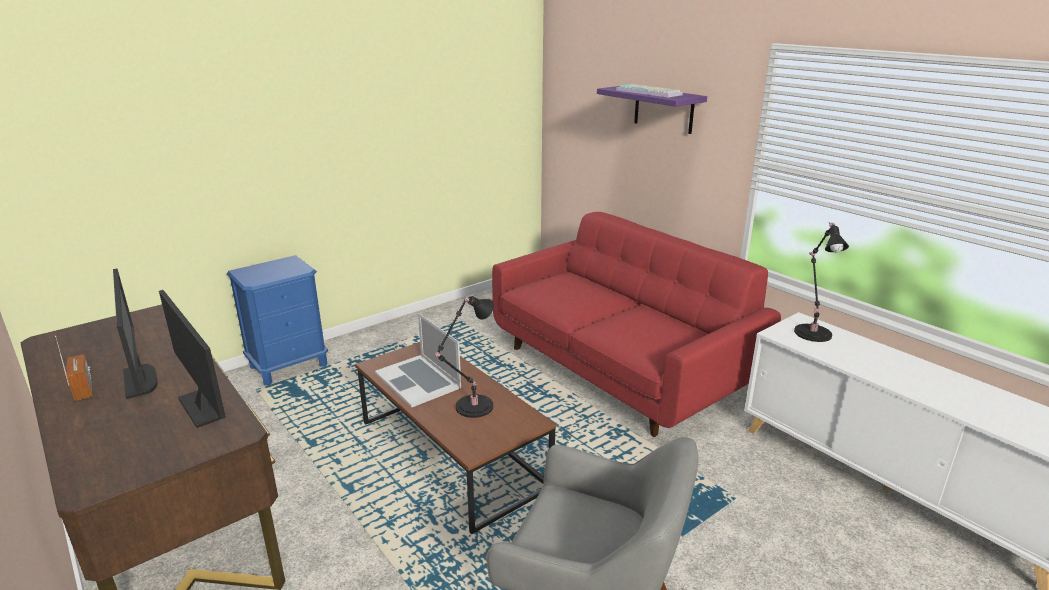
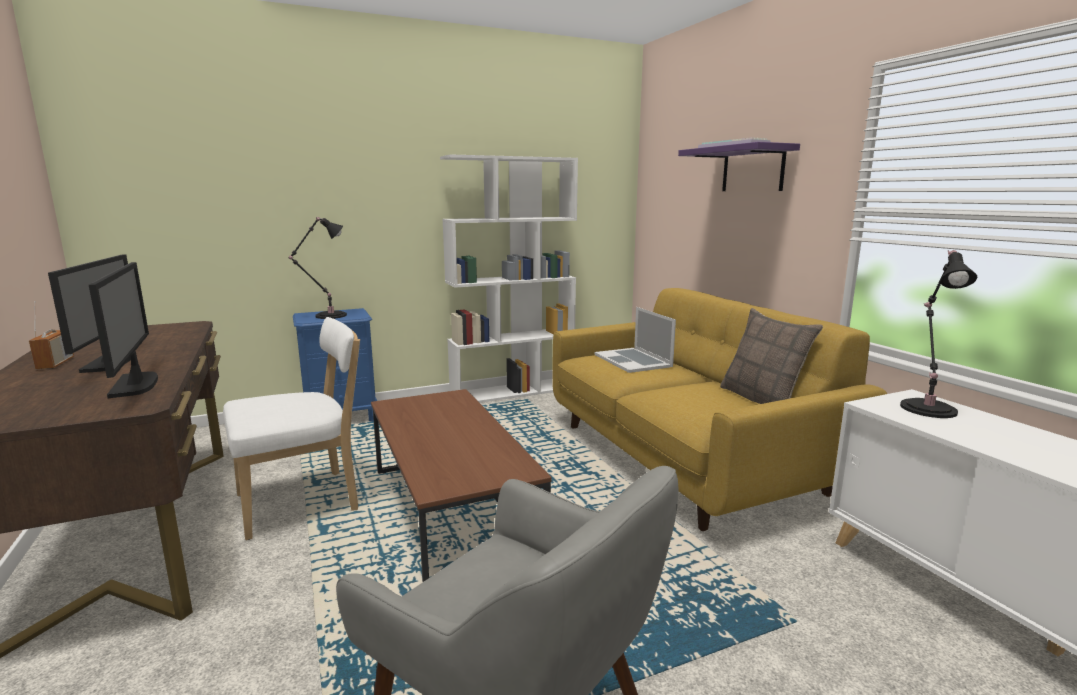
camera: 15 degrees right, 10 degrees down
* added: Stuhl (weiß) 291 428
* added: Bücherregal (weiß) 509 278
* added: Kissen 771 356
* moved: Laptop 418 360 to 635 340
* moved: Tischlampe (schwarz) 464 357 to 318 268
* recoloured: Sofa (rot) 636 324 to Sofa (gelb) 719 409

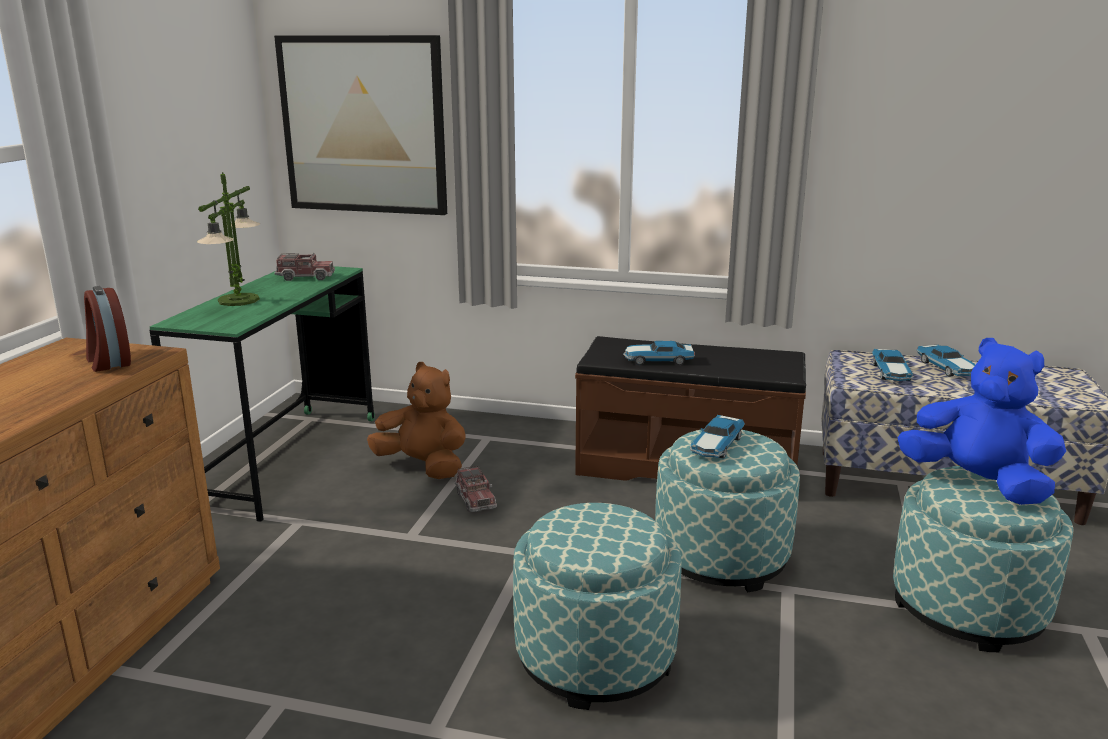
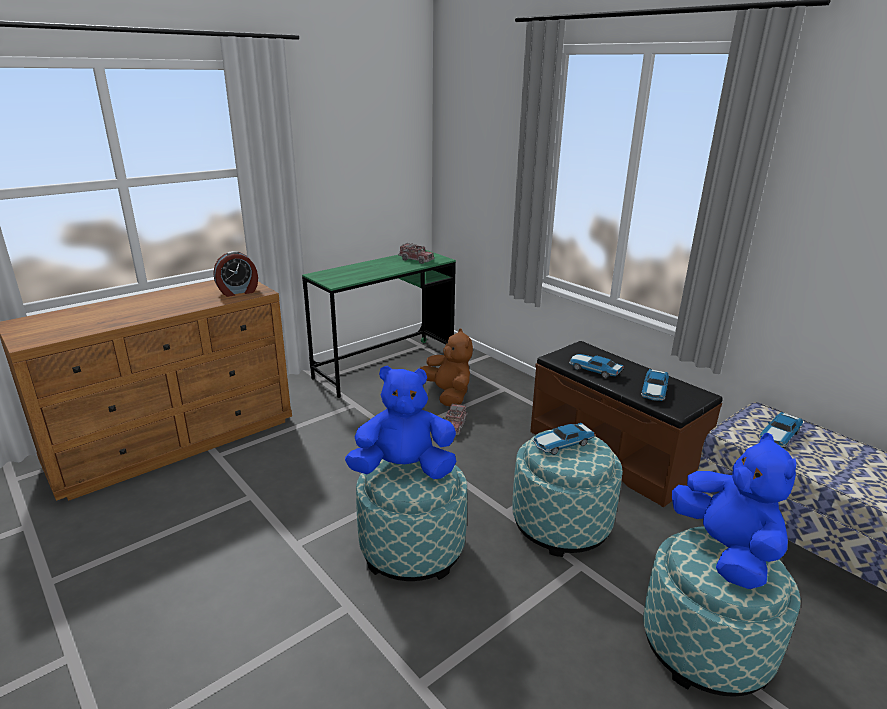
camera: 35 degrees right, 5 degrees up
* removed: Tischlampe 228 239
* removed: Bild 360 125
* added: Plüschtier (blau) 400 422
* moved: Spielzeugauto 946 361 to 655 385
* turned: Wecker 107 329 = 235 274 120 degrees counterclockwise

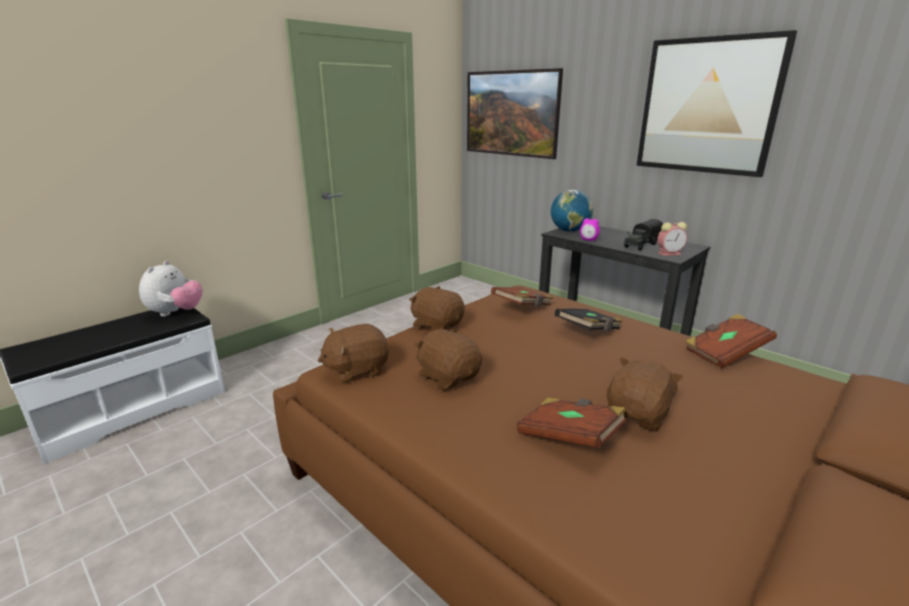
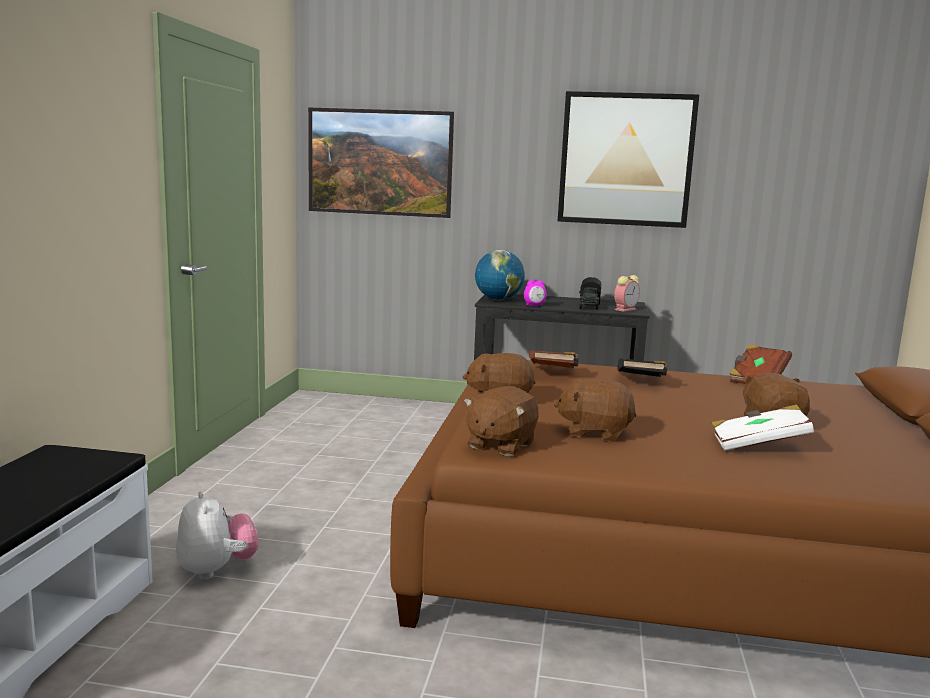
camera: 35 degrees left, 10 degrees down
* moved: Plüschtier 171 288 to 217 535
* recoloured: Buch (braun) 572 423 to Buch (weiß) 762 428

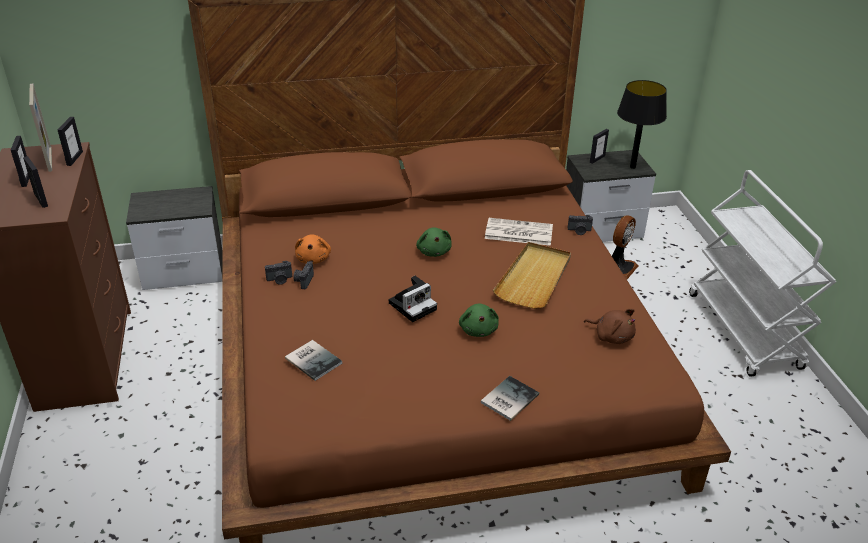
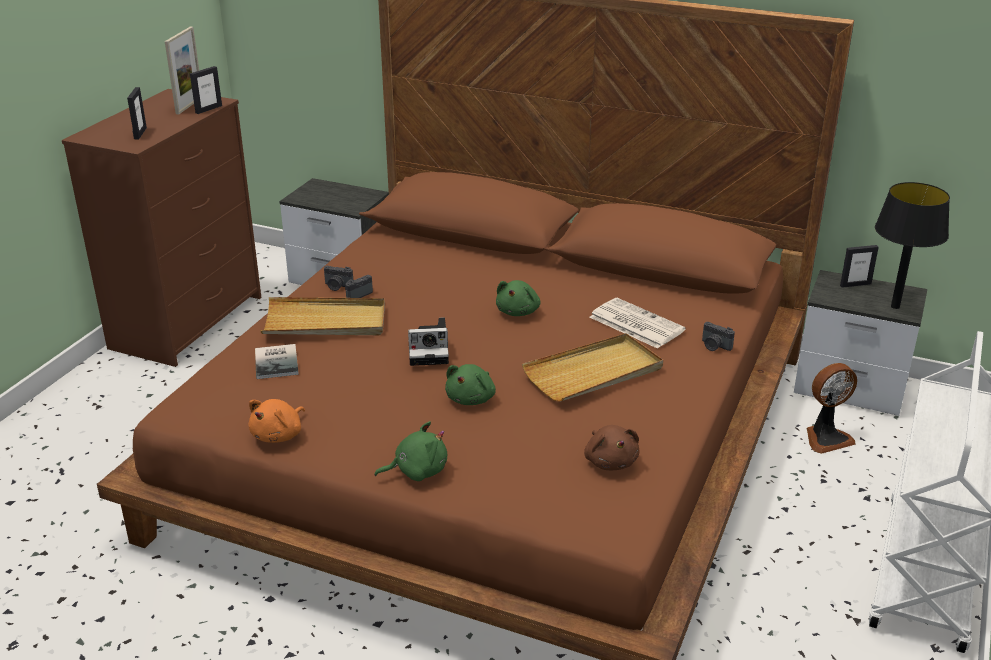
camera: 35 degrees right, 5 degrees down
* removed: Bilderrahmen 20 161
* added: Tablett (beige) 322 316
* moved: Plüschtier (orange) 313 249 to 277 421
* replaced: Buch 510 398 to Plüschtier (grün) 410 451

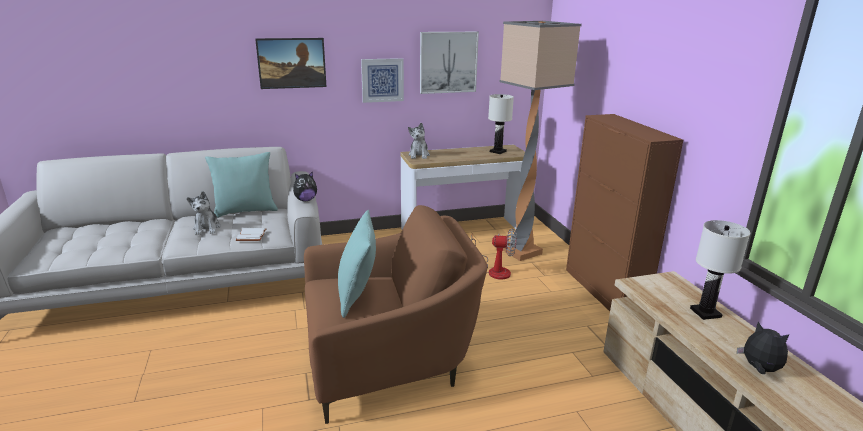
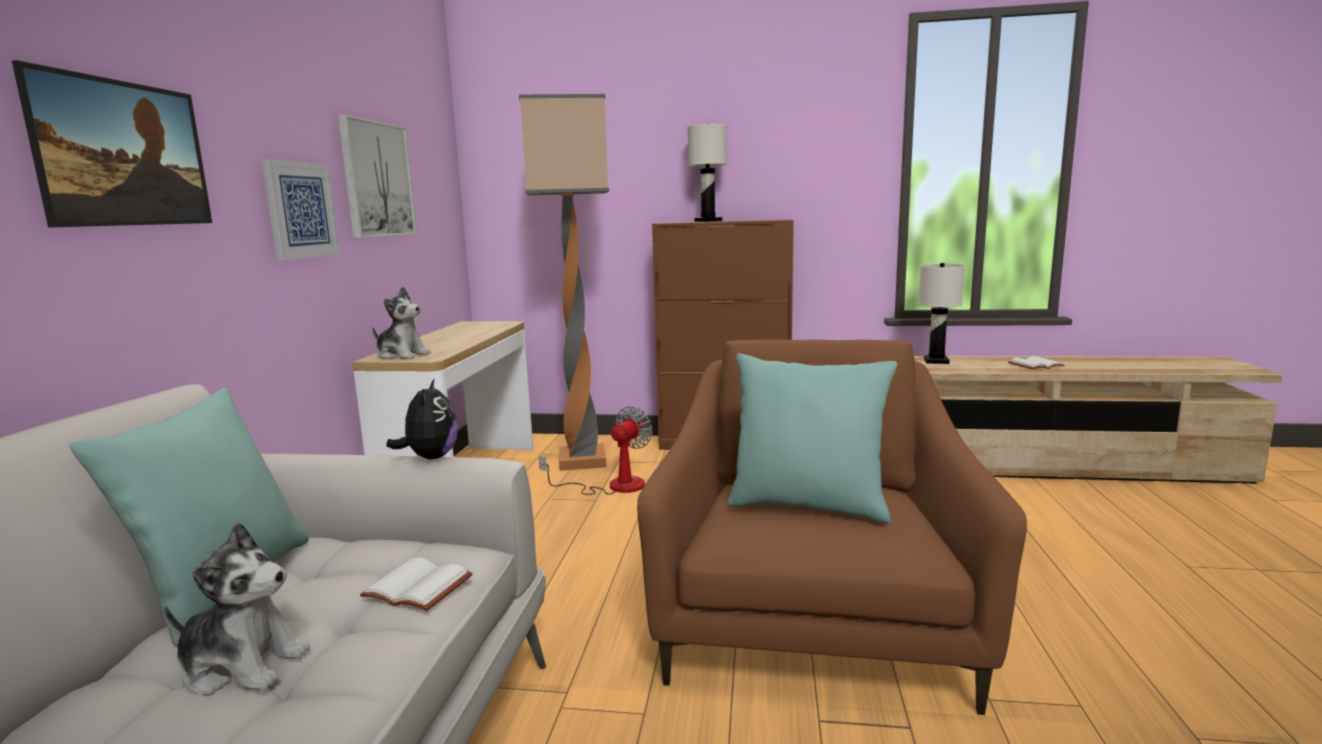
camera: 65 degrees left, 10 degrees down
* moved: Tischlampe (weiß) 501 124 to 707 173
* replaced: Plüschtier 763 348 to Buch (weiß) 1036 362

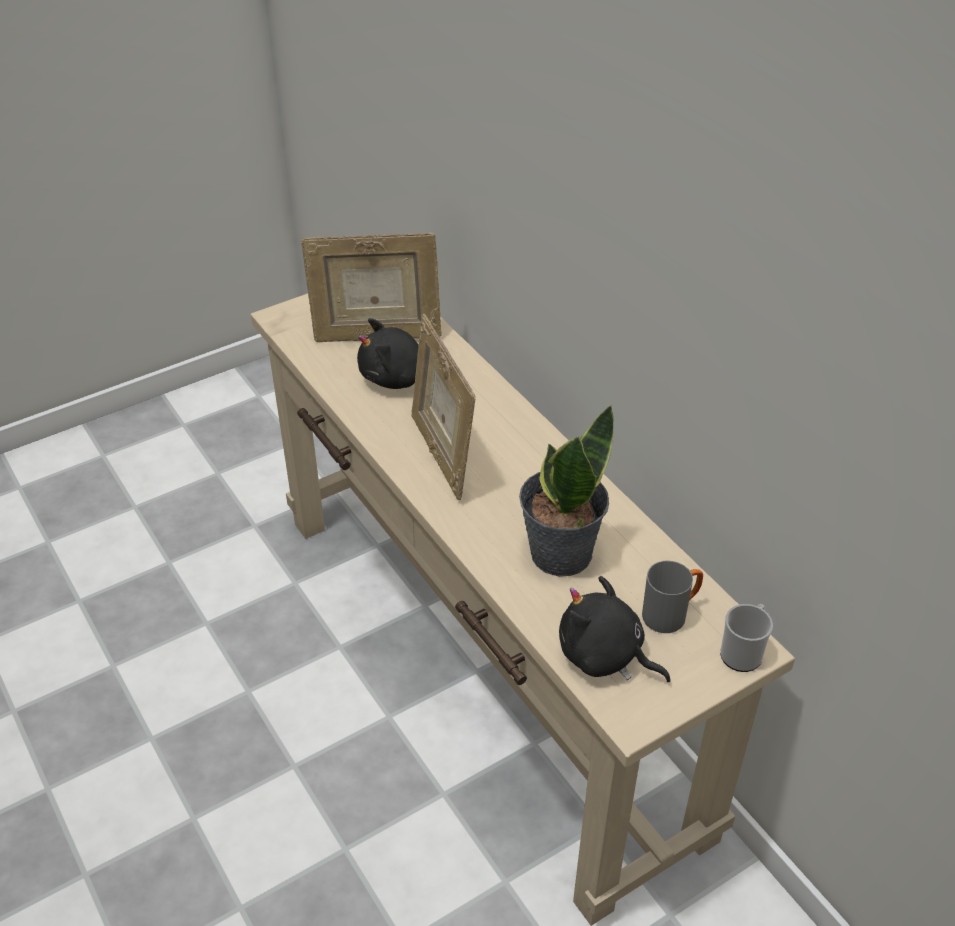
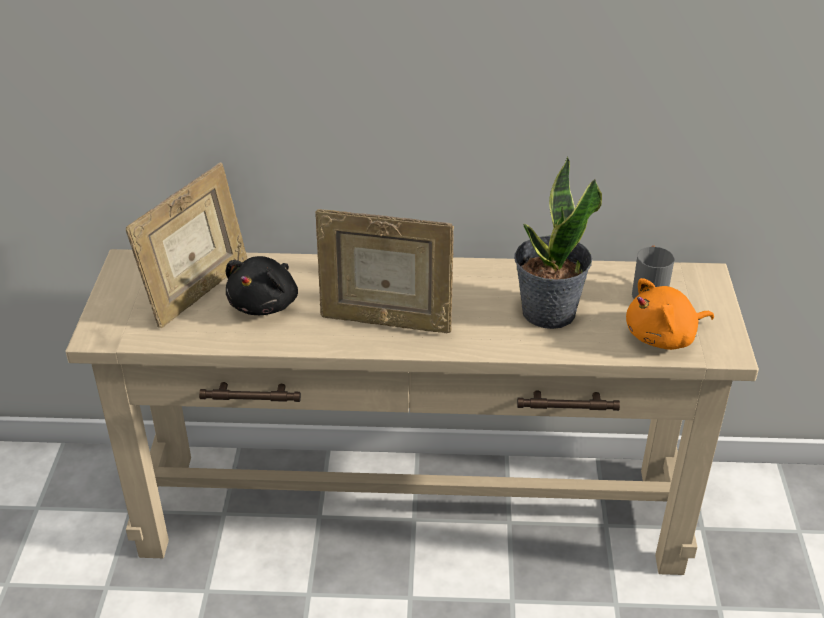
camera: 55 degrees left, 5 degrees down
* removed: Henkelbecher 746 638
* recoloured: Plüschtier (schwarz) 615 629 to Plüschtier (orange) 670 314

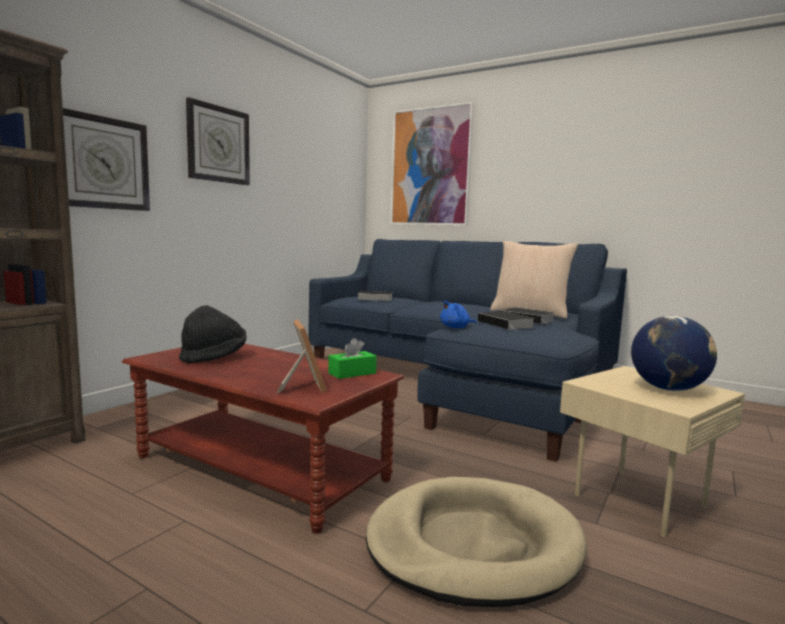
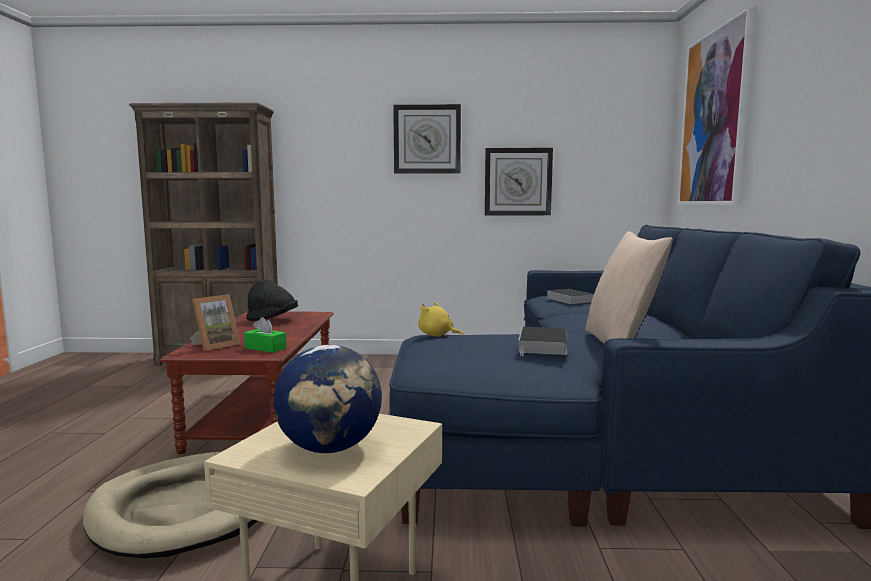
camera: 60 degrees right, 0 degrees up
* removed: Buch 506 320
* moved: Wanduhr 106 159 to 519 182
* recoloured: Plüschtier (blau) 458 314 to Plüschtier (gelb) 440 319

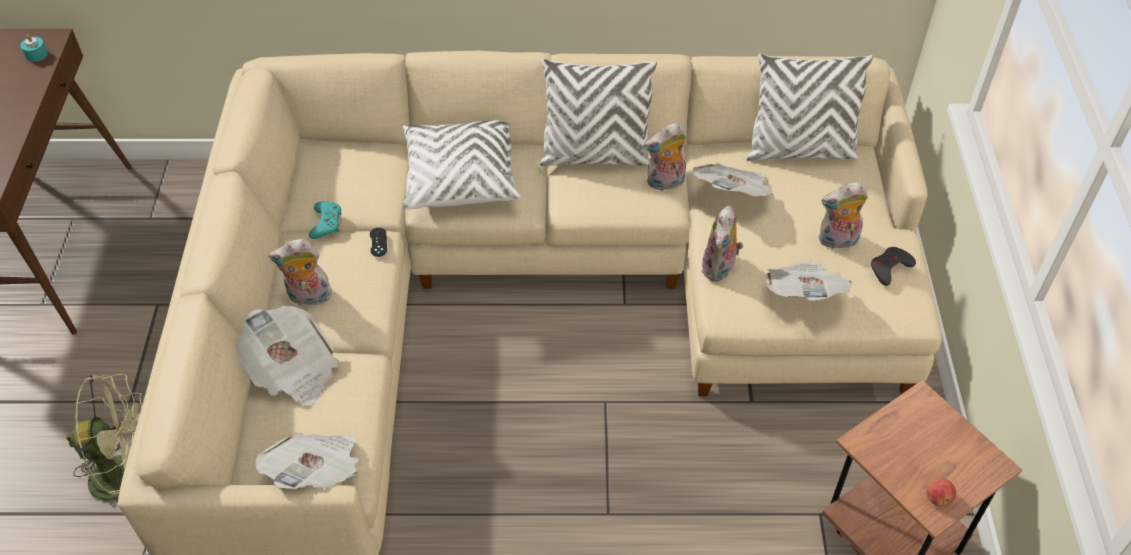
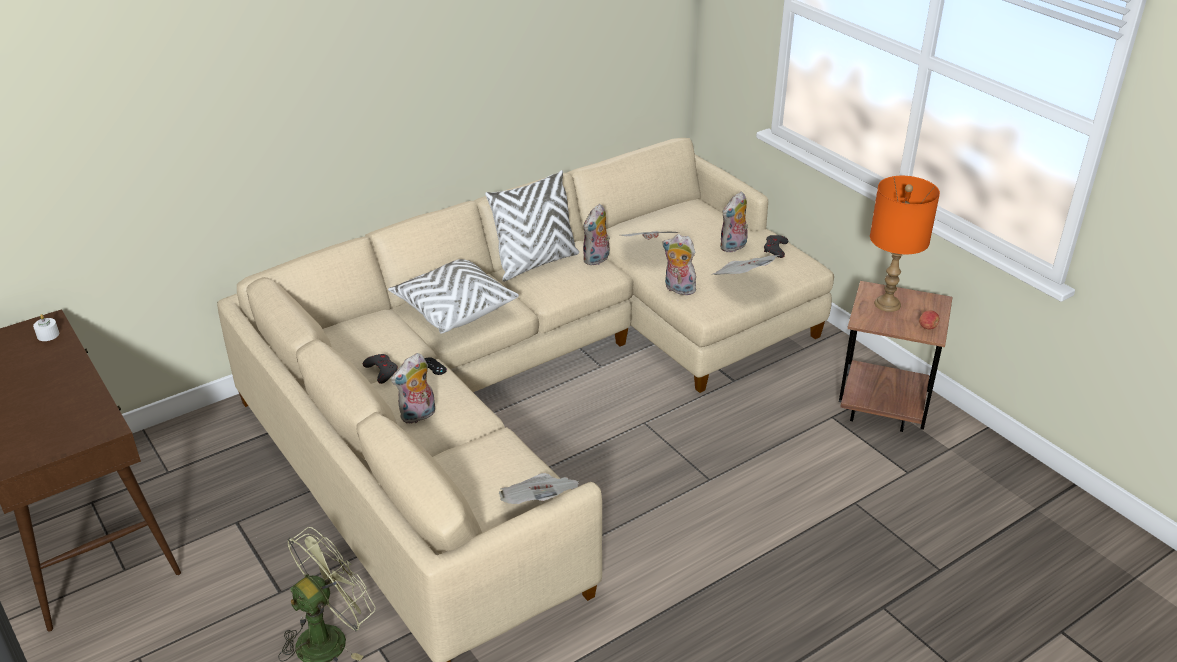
camera: 35 degrees left, 15 degrees down
* removed: Zeitung 287 356
* removed: Kissen (weiß) 809 107
* added: Tischlampe (orange) 905 244
* recoloured: Kerze (türkis) 34 48 to Kerze (weiß) 46 327
* recoloured: Gamepad (türkis) 325 220 to Gamepad (grau) 380 369
* turned: Plüschtier 722 243 = 680 264 135 degrees clockwise

